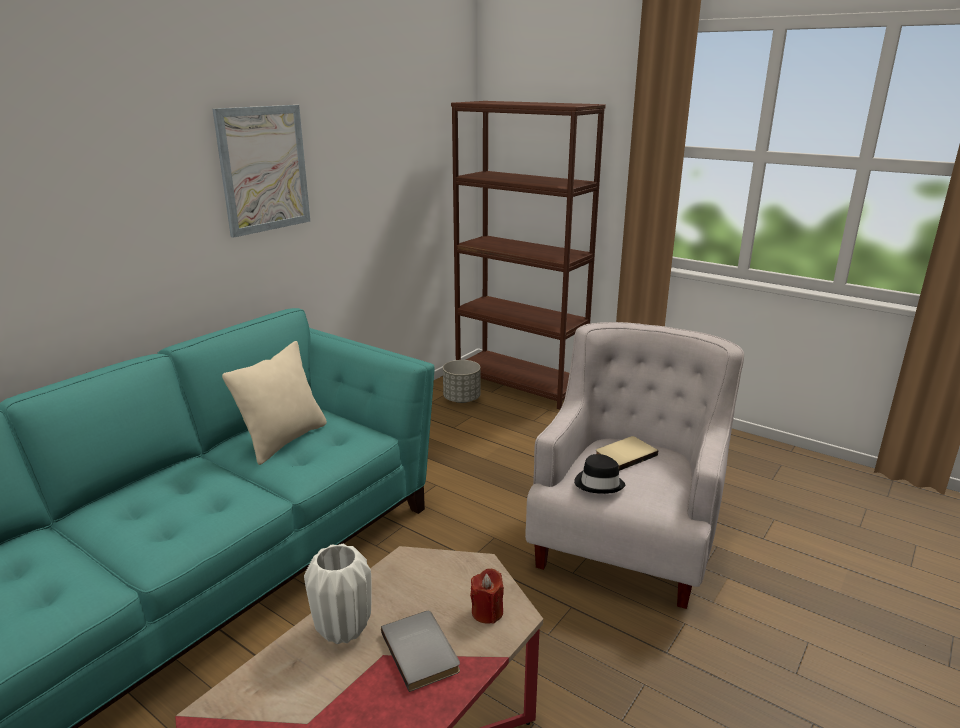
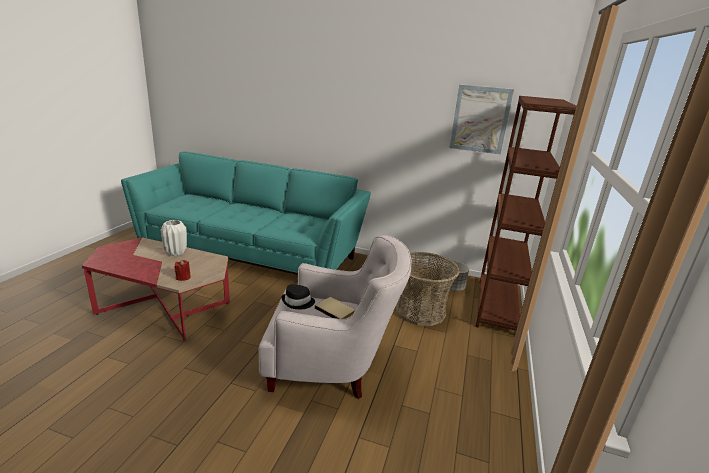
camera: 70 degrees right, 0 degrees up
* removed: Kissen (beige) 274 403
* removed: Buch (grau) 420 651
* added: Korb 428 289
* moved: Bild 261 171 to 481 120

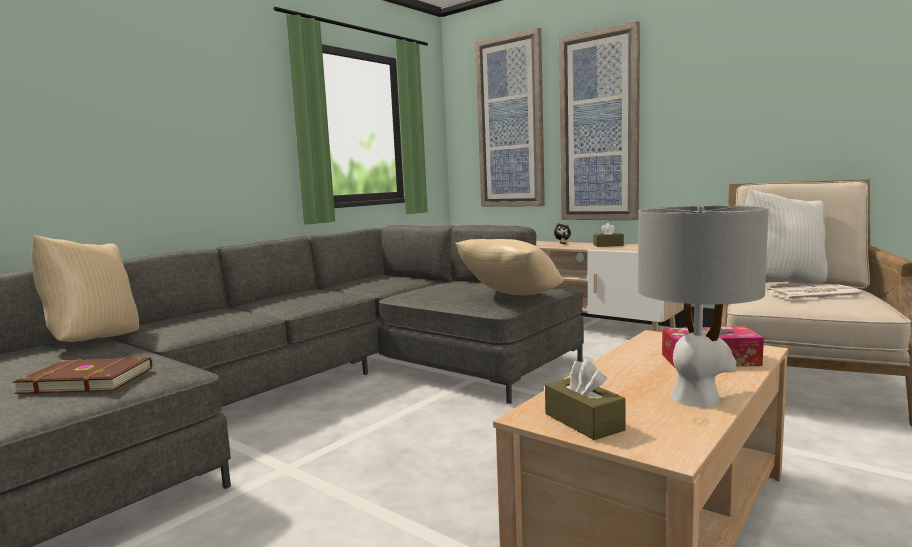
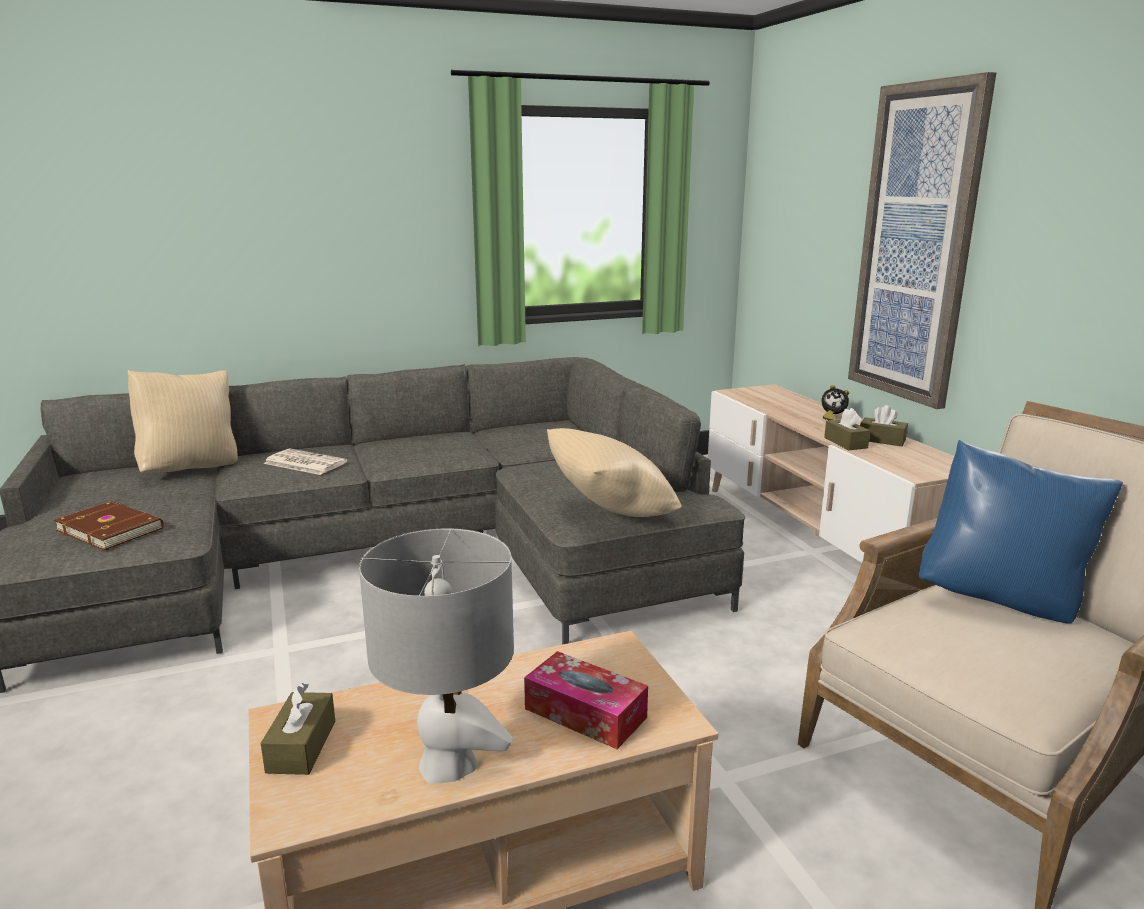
camera: 30 degrees right, 10 degrees up
* removed: Bild 510 117
* added: Taschentuchbox (braun) 847 429
* moved: Zeitung 815 292 to 305 462
* recoloured: Kissen (weiß) 786 236 to Kissen (blau) 1021 532

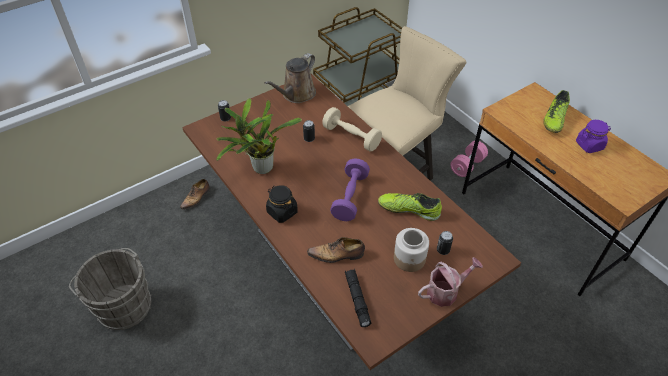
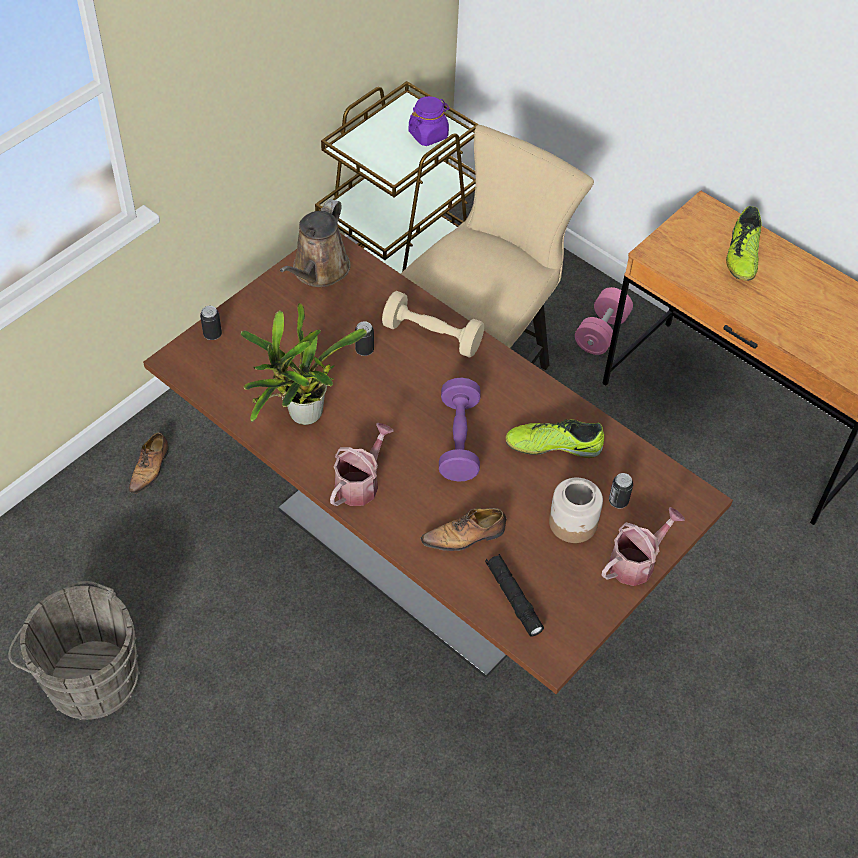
camera: 15 degrees left, 5 degrees up
* moved: Vorratsglas (lila) 593 136 to 429 121
* replaced: Vorratsglas (schwarz) 282 204 to Gießkanne 362 464

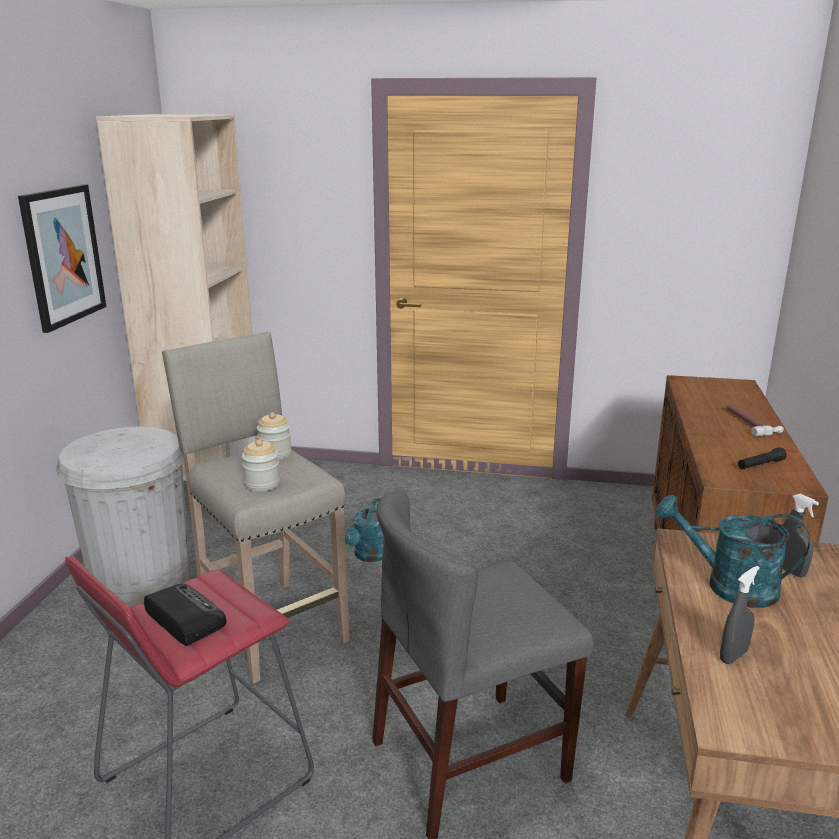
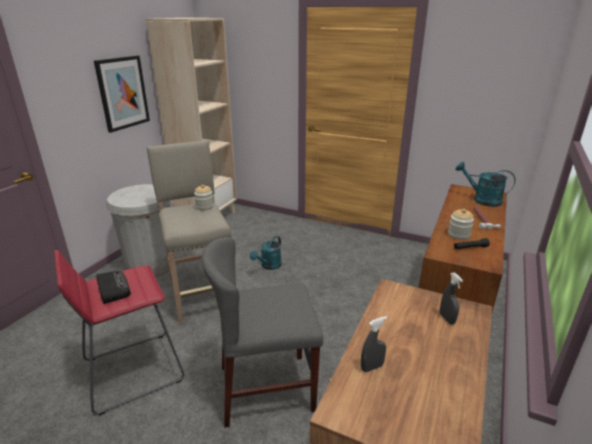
camera: 15 degrees right, 5 degrees up
* moved: Vorratsglas 261 465 to 461 224
* moved: Gießkanne (türkis) 732 551 to 485 184

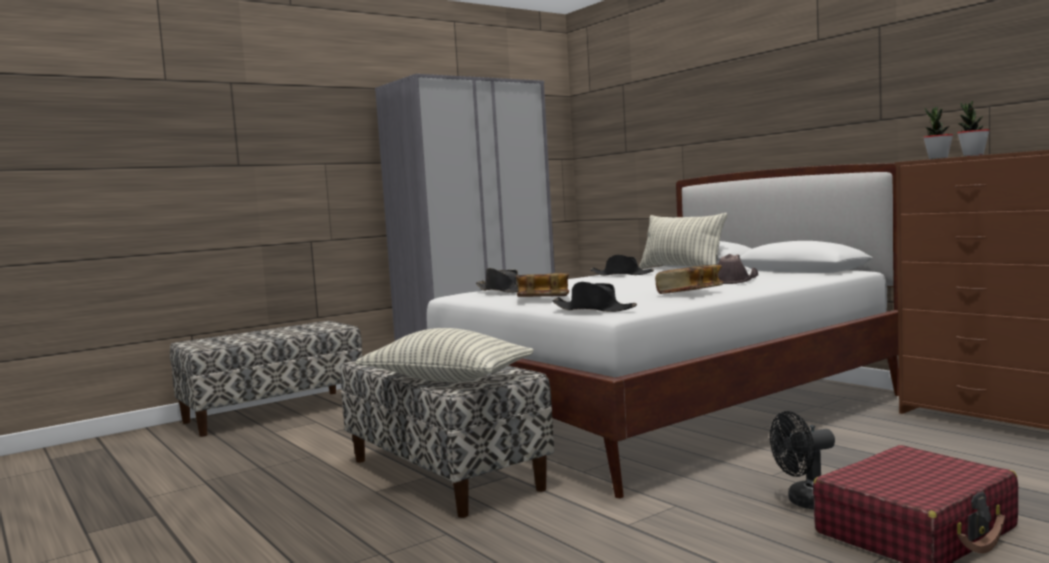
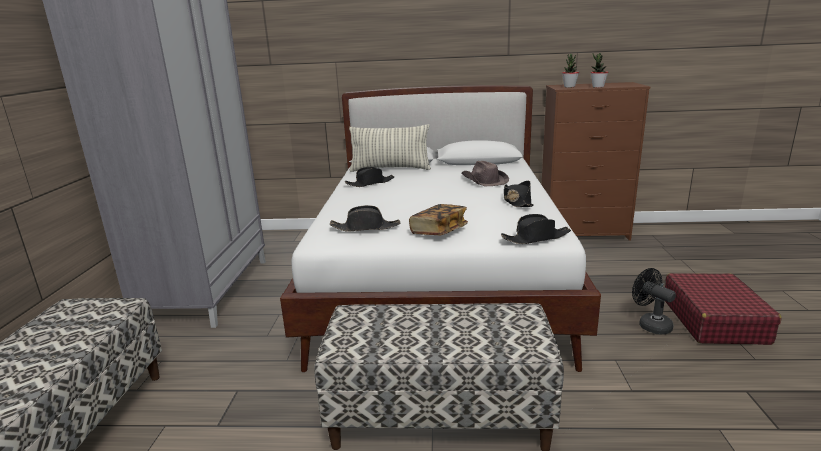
camera: 50 degrees left, 15 degrees up
* removed: Kissen 444 355
* replaced: Buch 689 279 to Hut (schwarz) 519 194
* turned: Ventilator (schwarz) 802 460 = 654 301 120 degrees clockwise

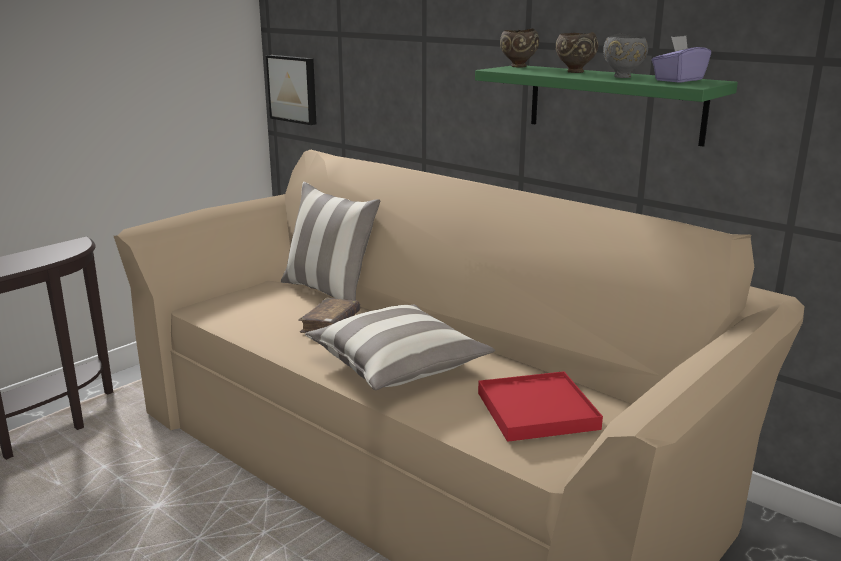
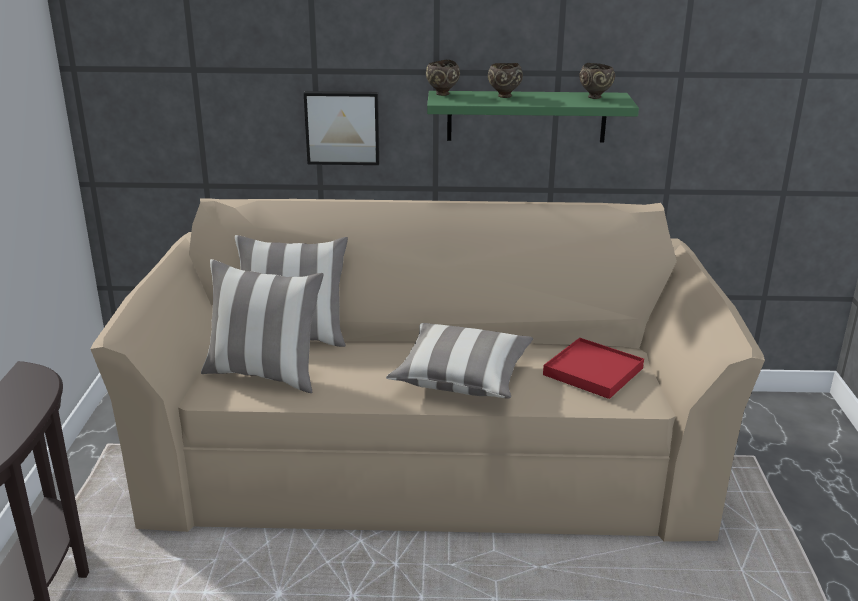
camera: 40 degrees left, 5 degrees up
* removed: Buch (braun) 329 315
* removed: Schüssel (grau) 625 55
* added: Kissen 262 326
* moved: Bild 291 90 to 342 128
* replaced: Taschentuchbox (lila) 681 59 to Schüssel (braun) 597 81

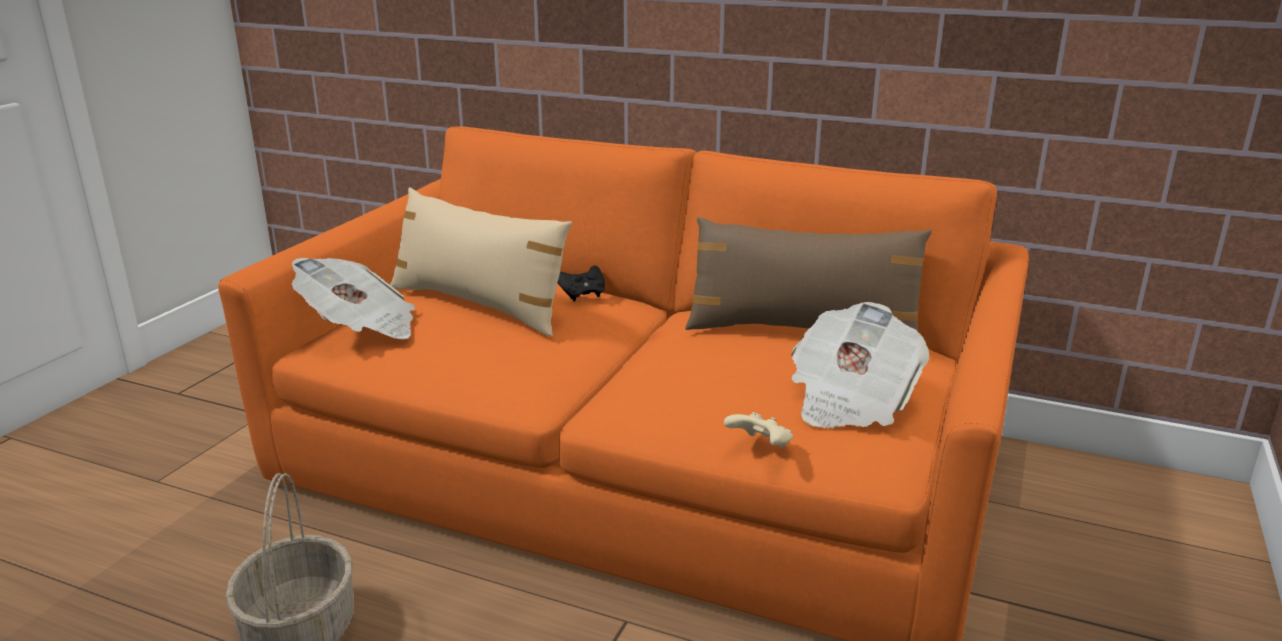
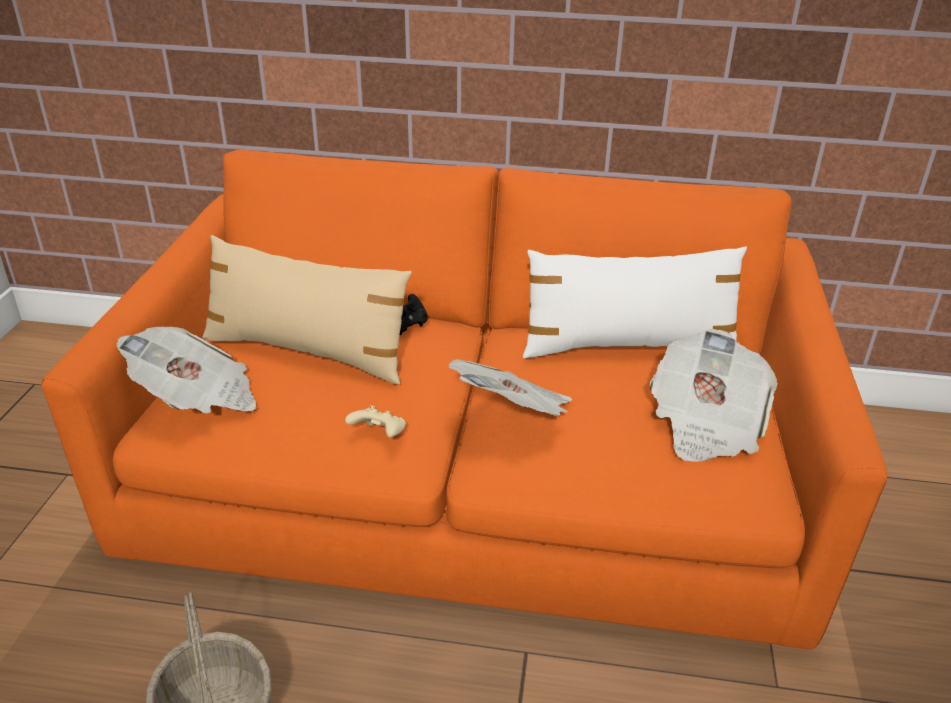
camera: 15 degrees left, 10 degrees up
* added: Zeitung 510 387
* moved: Gamepad (beige) 758 430 to 375 421
* recoloured: Kissen (braun) 808 274 to Kissen (weiß) 635 302

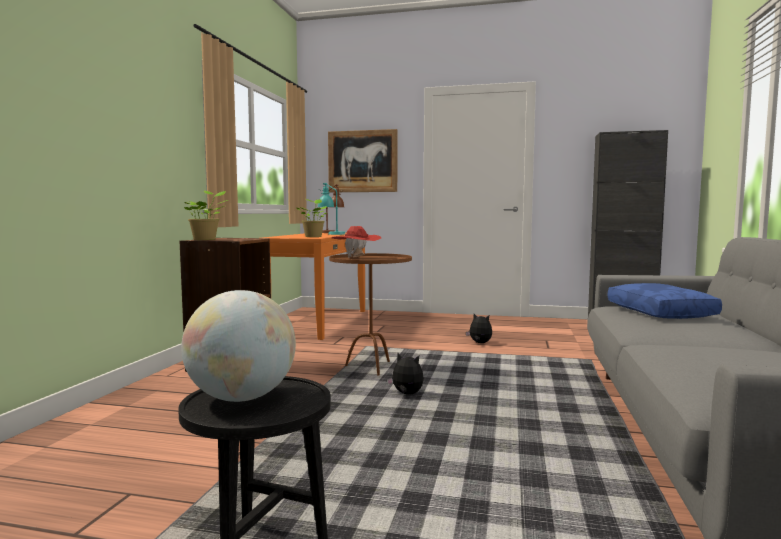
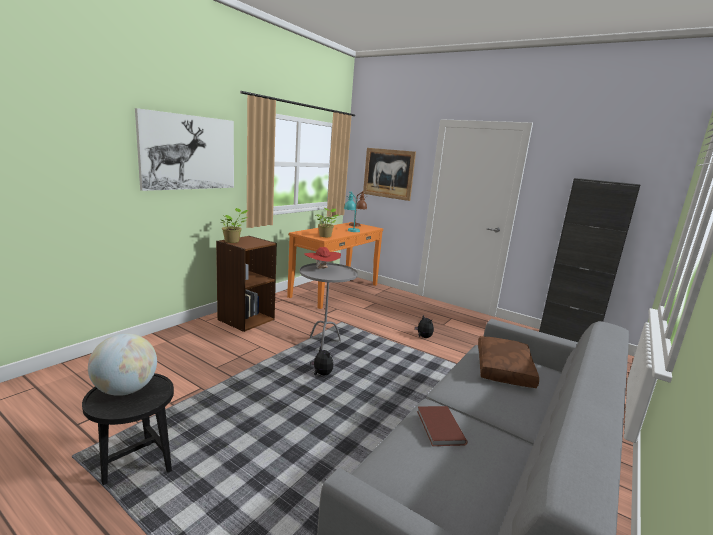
camera: 20 degrees right, 10 degrees up
* added: Bild 184 149
* added: Buch (braun) 442 426
* recoloured: Beistelltisch (braun) 370 314 to Beistelltisch (grau) 329 306
* recoloured: Kissen (blau) 665 301 to Kissen (braun) 508 362

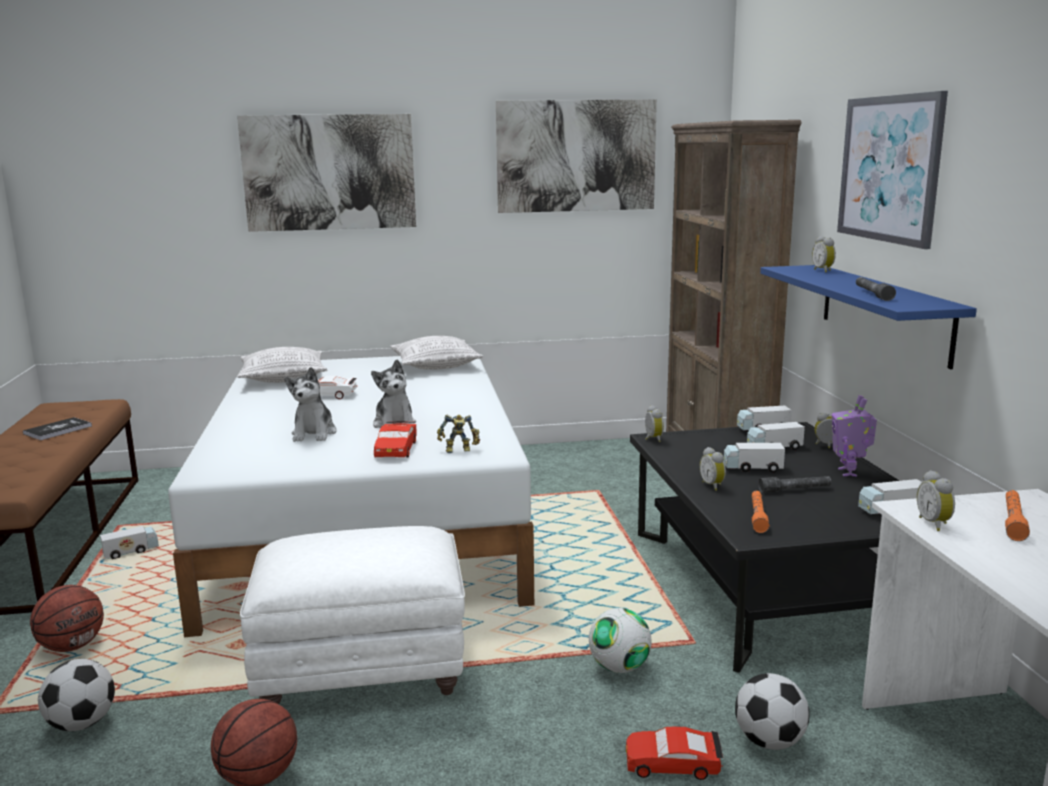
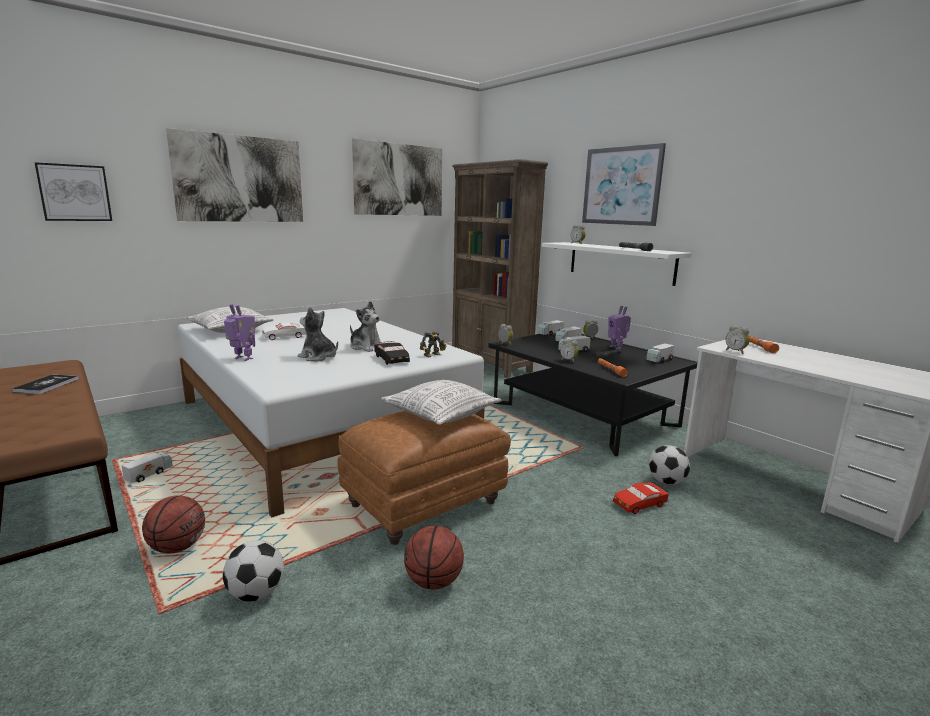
camera: 30 degrees left, 0 degrees up
* removed: Fußball 620 640
* added: Bild 73 191
* added: Spielzeugroboter 239 332
* moved: Kissen 437 353 to 441 402
* recoloured: Polsterhocker (weiß) 352 615 to Polsterhocker (braun) 424 478
* recoloured: Spielzeugauto (rot) 395 439 to Spielzeugauto (schwarz) 392 353
* recoloured: Wandregal (blau) 868 317 to Wandregal (weiß) 617 264
* turned: Plüschtier 310 404 = 317 334 150 degrees clockwise

